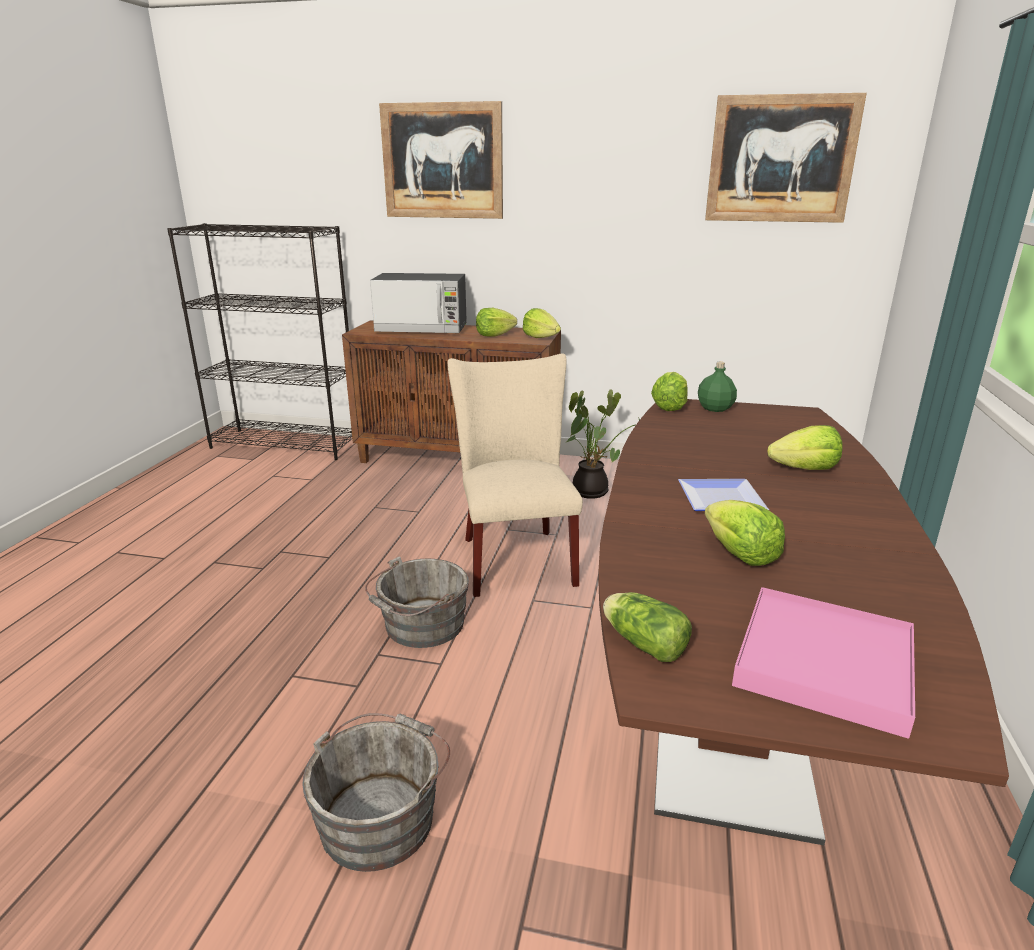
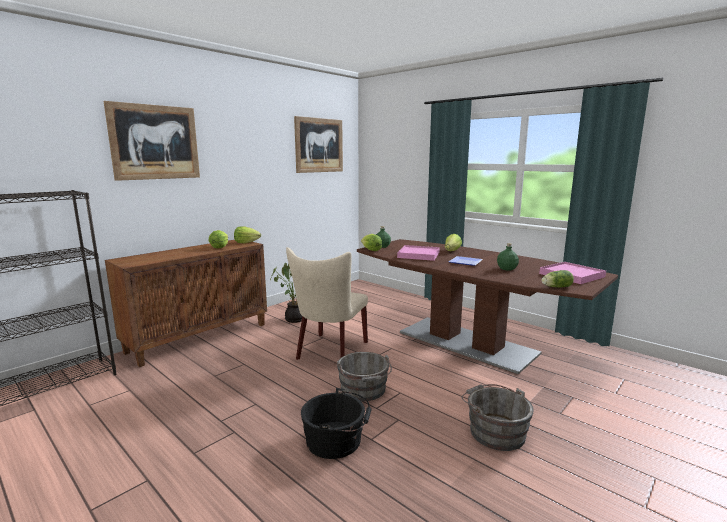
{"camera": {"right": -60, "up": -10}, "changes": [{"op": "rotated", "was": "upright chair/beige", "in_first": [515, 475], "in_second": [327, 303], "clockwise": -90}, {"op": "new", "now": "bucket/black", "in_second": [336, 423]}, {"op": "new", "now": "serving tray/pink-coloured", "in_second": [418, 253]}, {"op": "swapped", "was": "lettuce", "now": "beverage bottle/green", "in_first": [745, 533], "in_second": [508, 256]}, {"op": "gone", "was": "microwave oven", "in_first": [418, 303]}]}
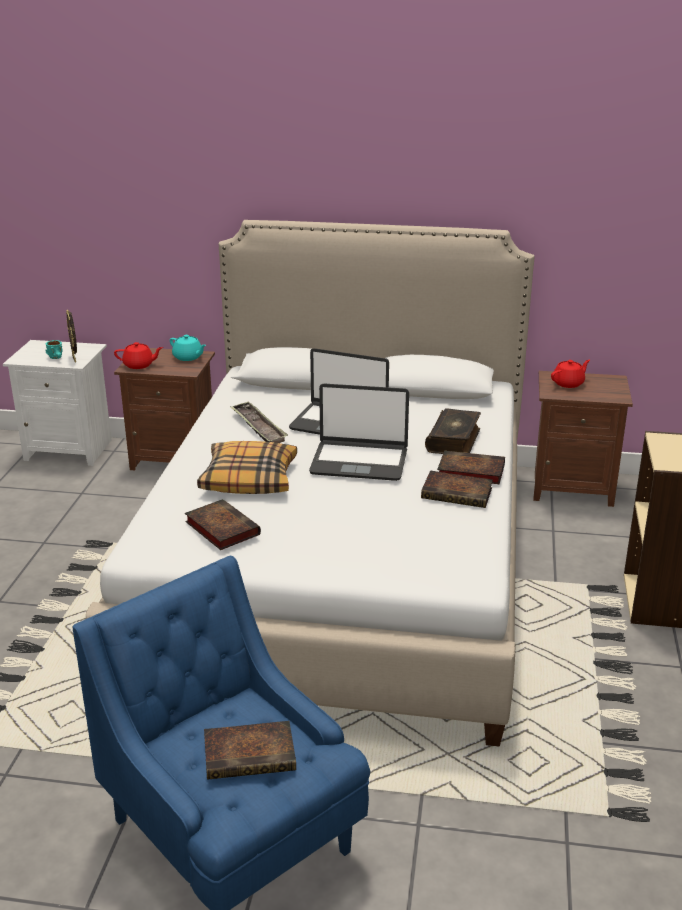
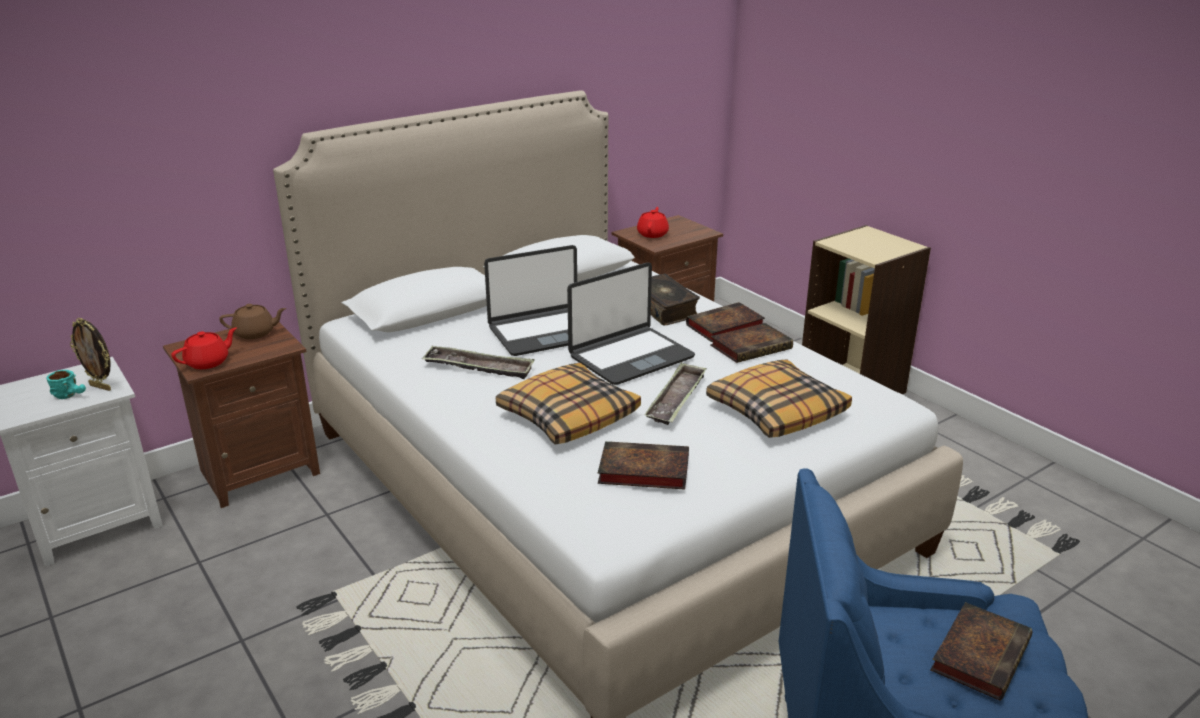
{"camera": {"right": -45, "up": 0}, "changes": [{"op": "repainted", "was": "tea pot/turquoise", "now": "tea pot/brown", "in_first": [188, 348], "in_second": [252, 321]}, {"op": "new", "now": "serving tray", "in_second": [675, 393]}, {"op": "new", "now": "pillow", "in_second": [779, 398]}]}
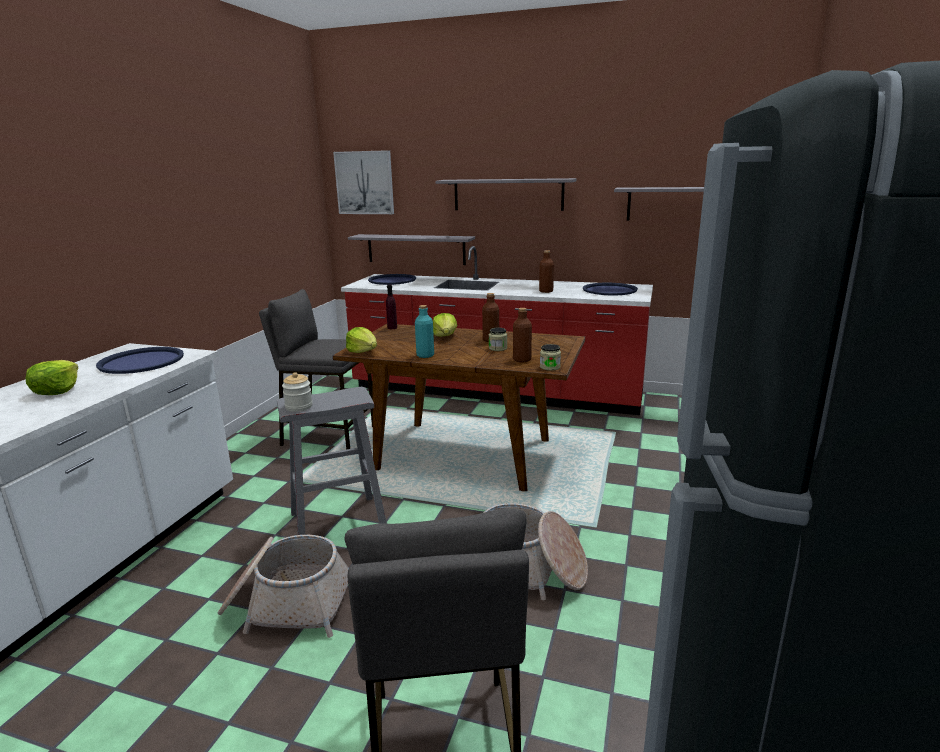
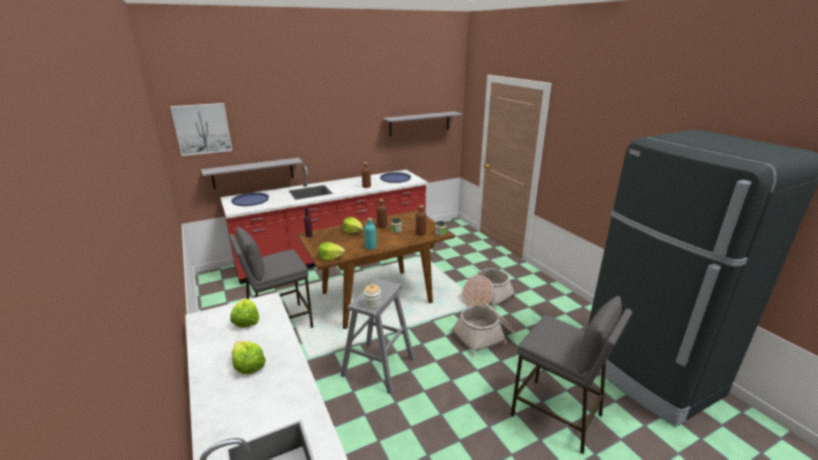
{"camera": {"right": -45, "up": 5}, "changes": [{"op": "swapped", "was": "serving tray/blue-coloured", "now": "lettuce", "in_first": [140, 360], "in_second": [244, 313]}, {"op": "shifted", "was": "household basket", "in_first": [283, 586], "in_second": [489, 288]}, {"op": "gone", "was": "wall shelf/gray", "in_first": [506, 194]}]}
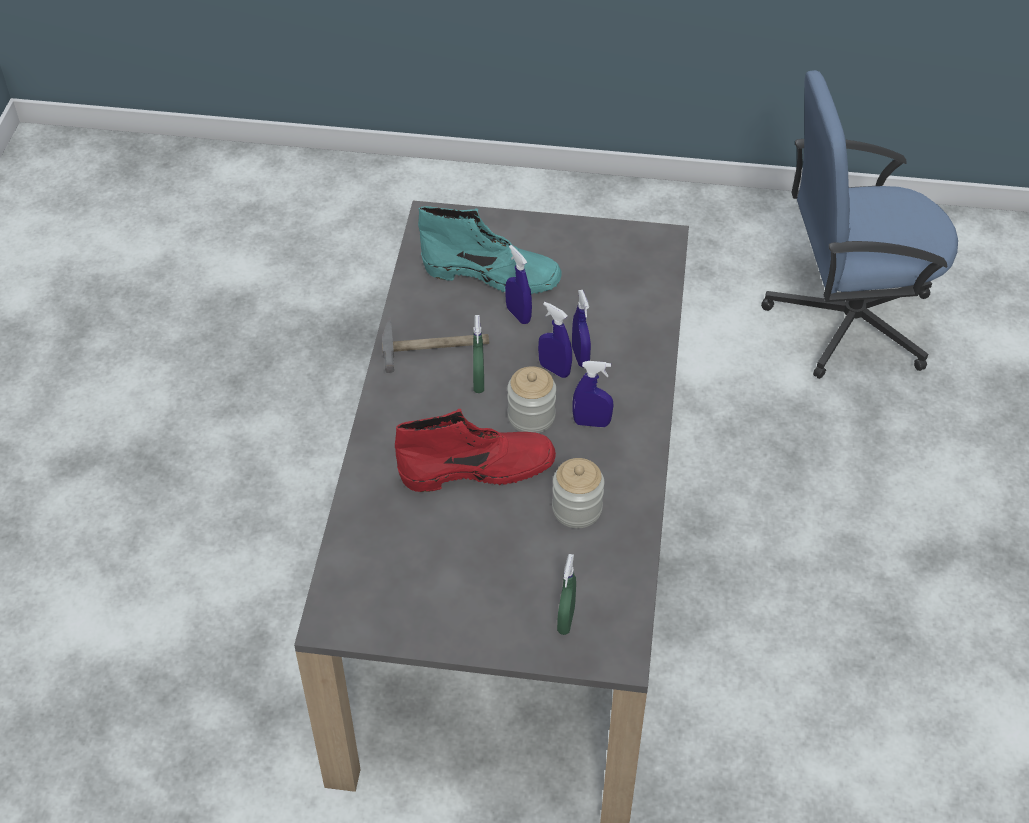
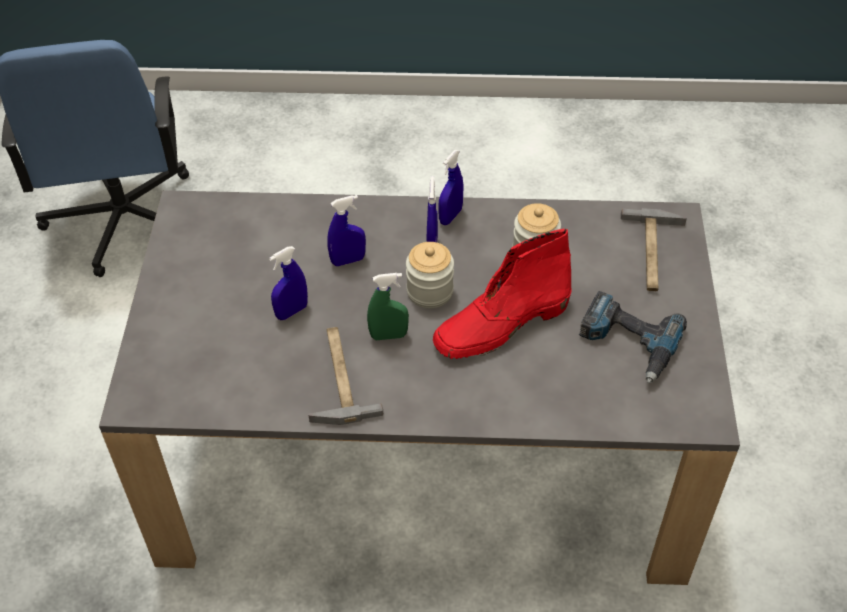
{"camera": {"right": -95, "up": 0}, "changes": [{"op": "rotated", "was": "tall boot/red-coloured", "in_first": [475, 450], "in_second": [502, 294], "clockwise": -105}, {"op": "shifted", "was": "sprayer/blue-coloured", "in_first": [555, 340], "in_second": [451, 187]}, {"op": "new", "now": "drill", "in_second": [633, 337]}, {"op": "swapped", "was": "sprayer/green", "now": "hand hammer", "in_first": [566, 594], "in_second": [654, 249]}, {"op": "gone", "was": "tall boot/turquoise", "in_first": [490, 250]}]}
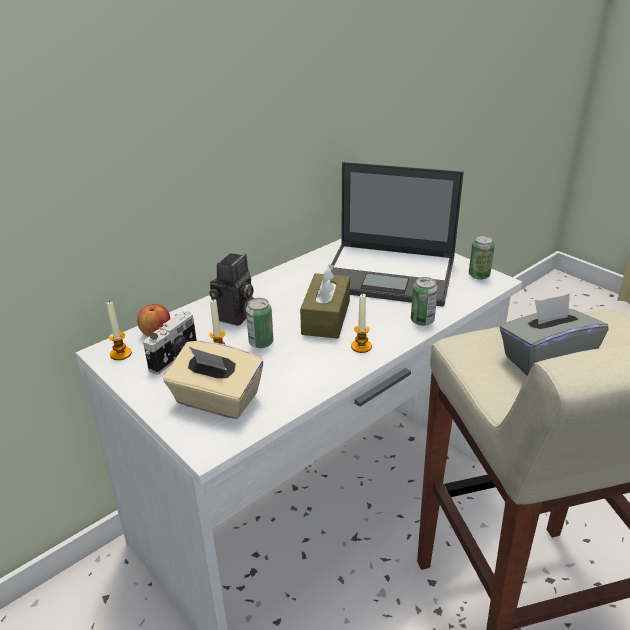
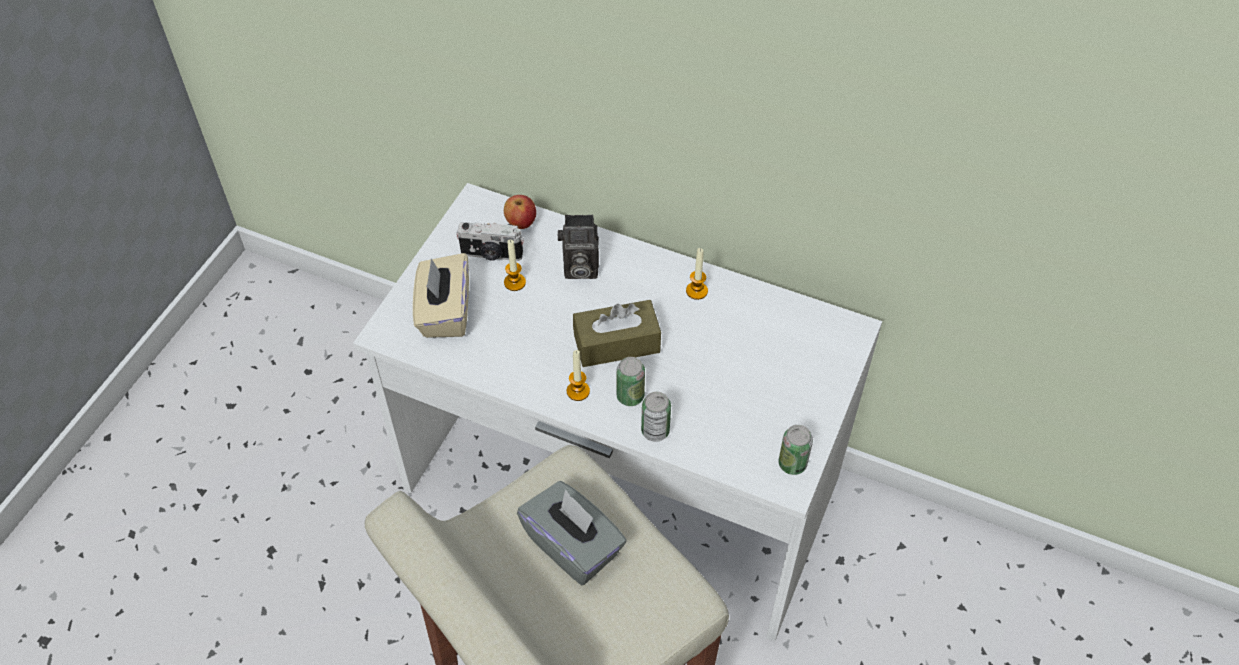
{"camera": {"right": 65, "up": 20}, "changes": [{"op": "shifted", "was": "metal can", "in_first": [259, 323], "in_second": [630, 381]}, {"op": "shifted", "was": "wax candle", "in_first": [119, 330], "in_second": [697, 274]}, {"op": "gone", "was": "notebook computer", "in_first": [397, 234]}]}
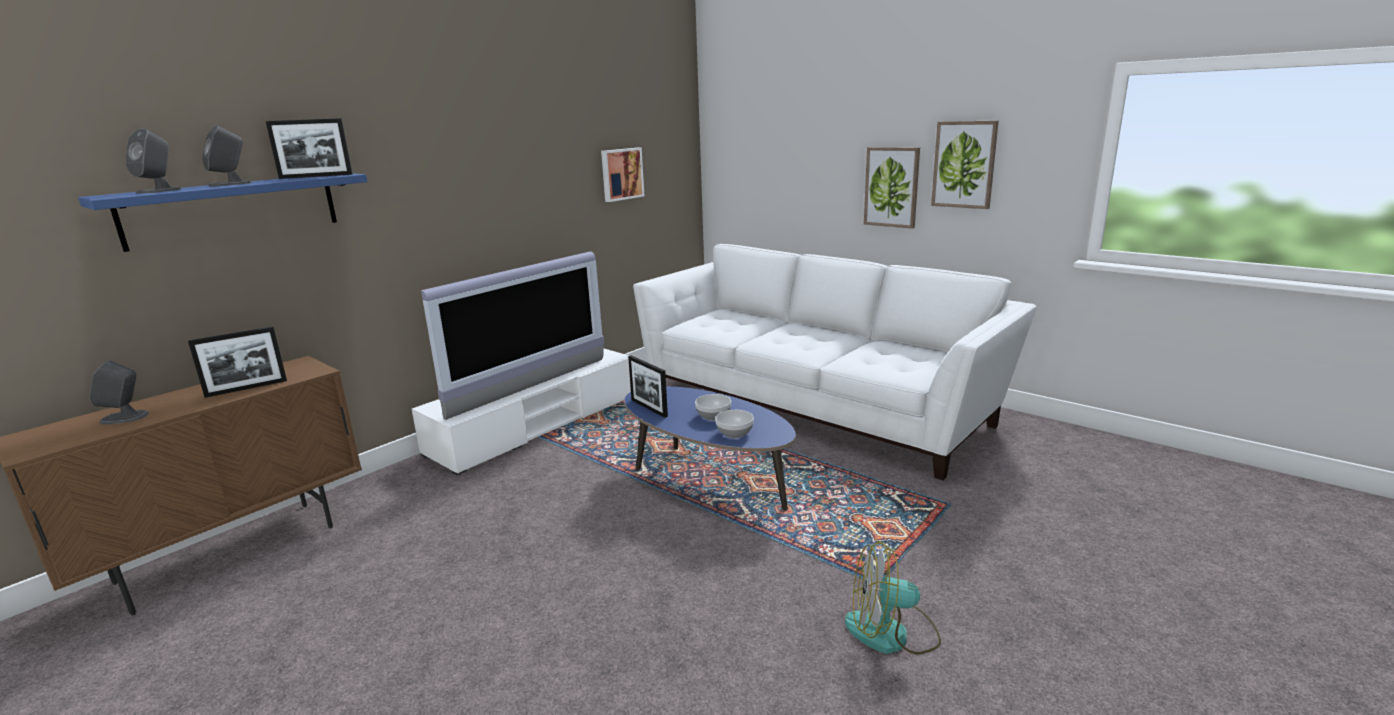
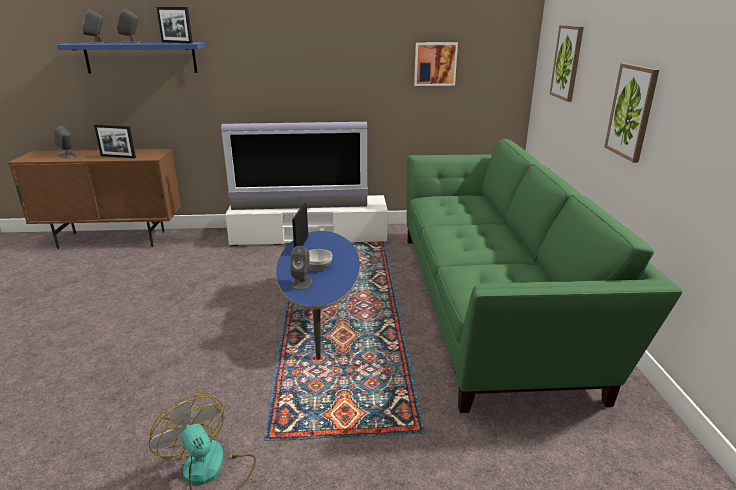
{"camera": {"right": 45, "up": 5}, "changes": [{"op": "swapped", "was": "deep dish", "now": "audio speaker/gray", "in_first": [734, 424], "in_second": [301, 268]}, {"op": "repainted", "was": "sofa/whitish", "now": "sofa/green", "in_first": [835, 362], "in_second": [545, 276]}, {"op": "shifted", "was": "wall picture", "in_first": [965, 164], "in_second": [567, 63]}]}
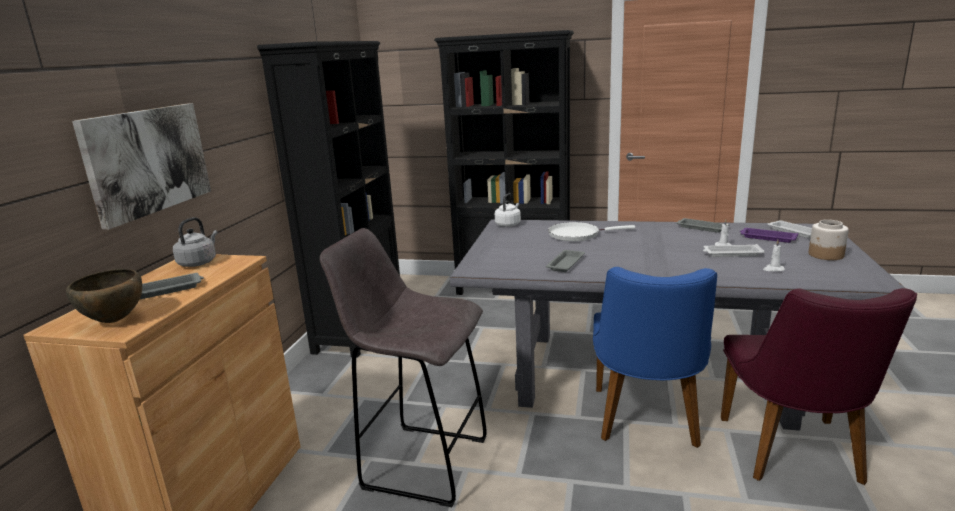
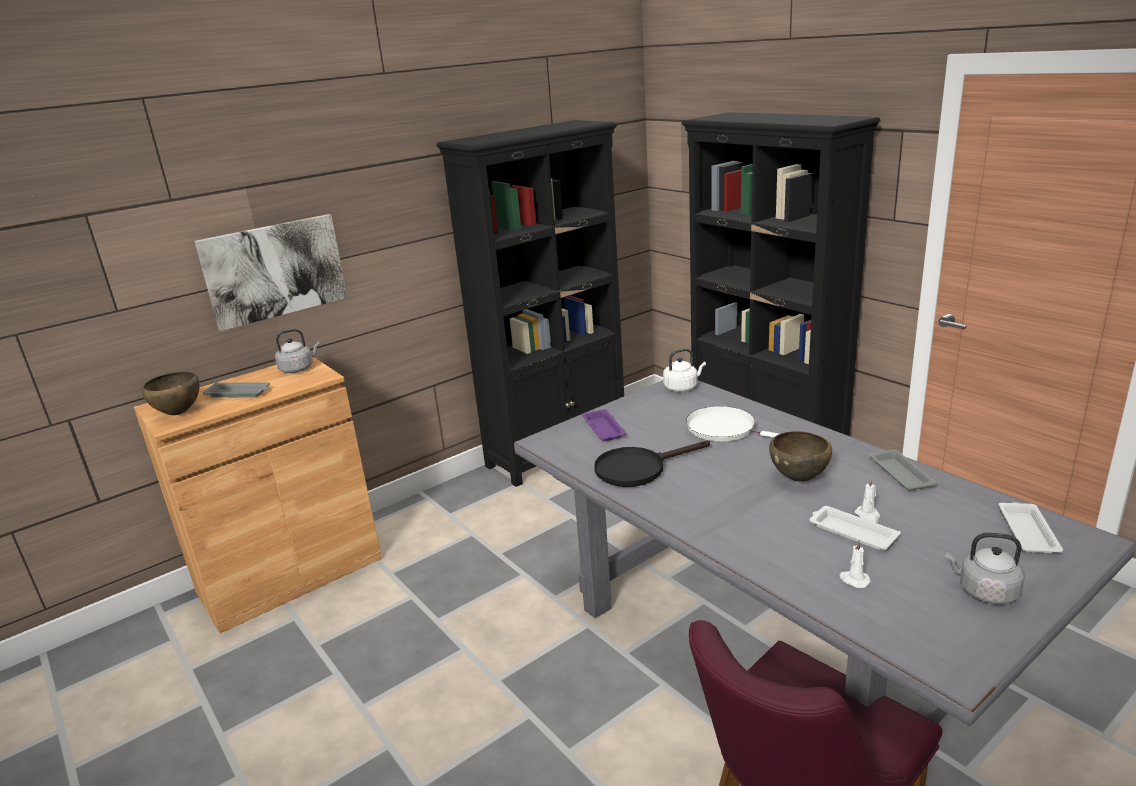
{"camera": {"right": 40, "up": 5}, "changes": [{"op": "shifted", "was": "serving tray/purplish", "in_first": [769, 235], "in_second": [604, 425]}, {"op": "swapped", "was": "serving tray/gray", "now": "frying pan/black", "in_first": [565, 261], "in_second": [652, 464]}, {"op": "new", "now": "deep dish/brown", "in_second": [800, 456]}, {"op": "swapped", "was": "storage jar", "now": "water kettle/gray", "in_first": [828, 240], "in_second": [985, 568]}, {"op": "gone", "was": "stool seat/gray", "in_first": [403, 367]}, {"op": "gone", "was": "upright chair/blue-coloured", "in_first": [655, 357]}]}
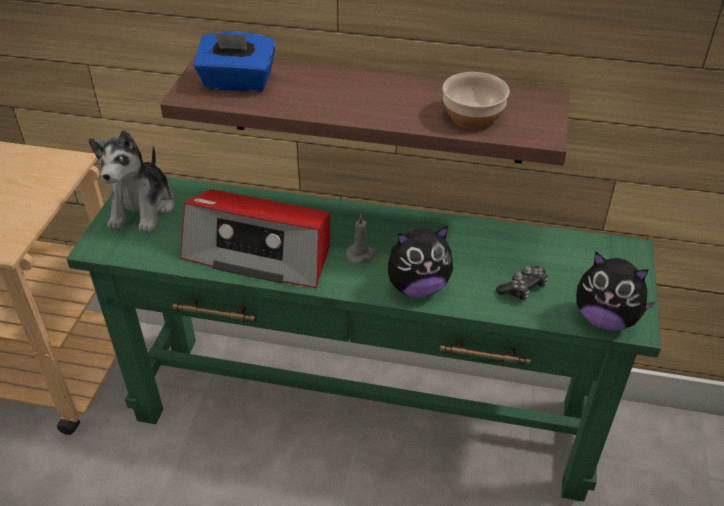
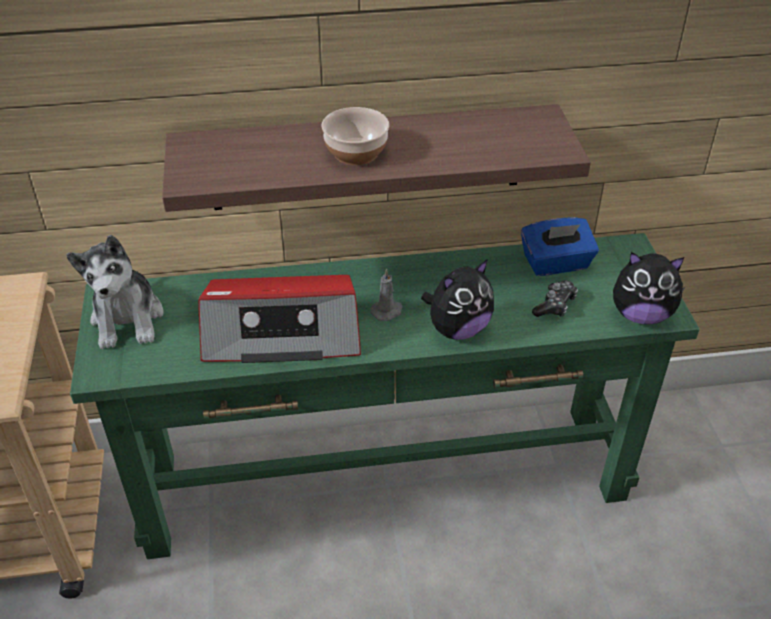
{"camera": {"right": -20, "up": 0}, "changes": [{"op": "shifted", "was": "deep dish", "in_first": [476, 100], "in_second": [355, 136]}, {"op": "shifted", "was": "tissue holder/blue-coloured", "in_first": [234, 62], "in_second": [560, 246]}]}
